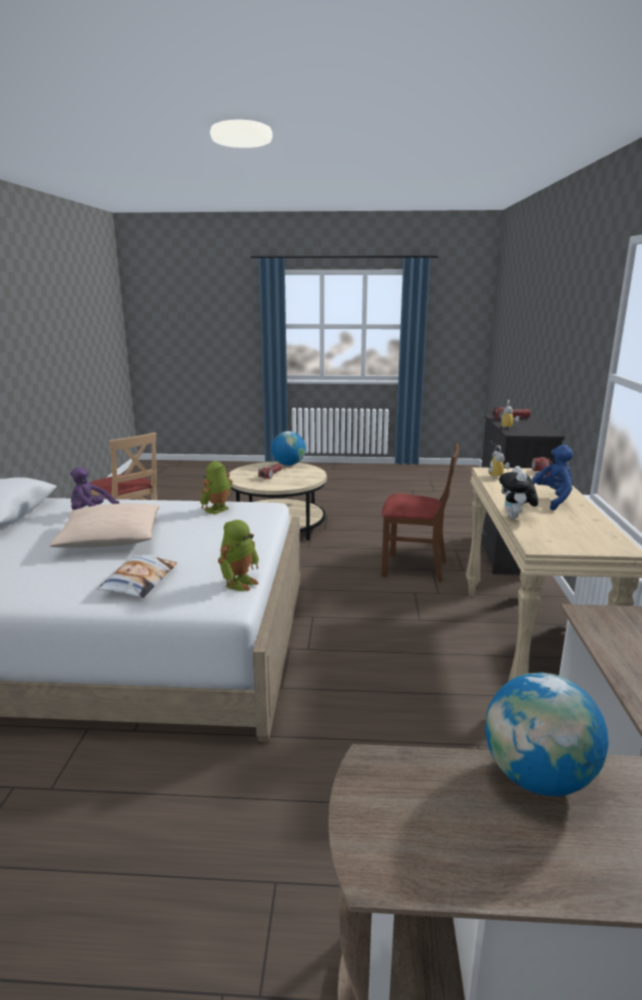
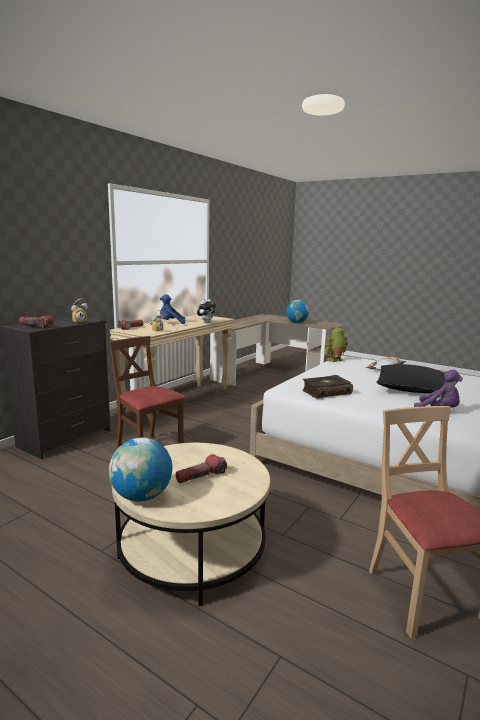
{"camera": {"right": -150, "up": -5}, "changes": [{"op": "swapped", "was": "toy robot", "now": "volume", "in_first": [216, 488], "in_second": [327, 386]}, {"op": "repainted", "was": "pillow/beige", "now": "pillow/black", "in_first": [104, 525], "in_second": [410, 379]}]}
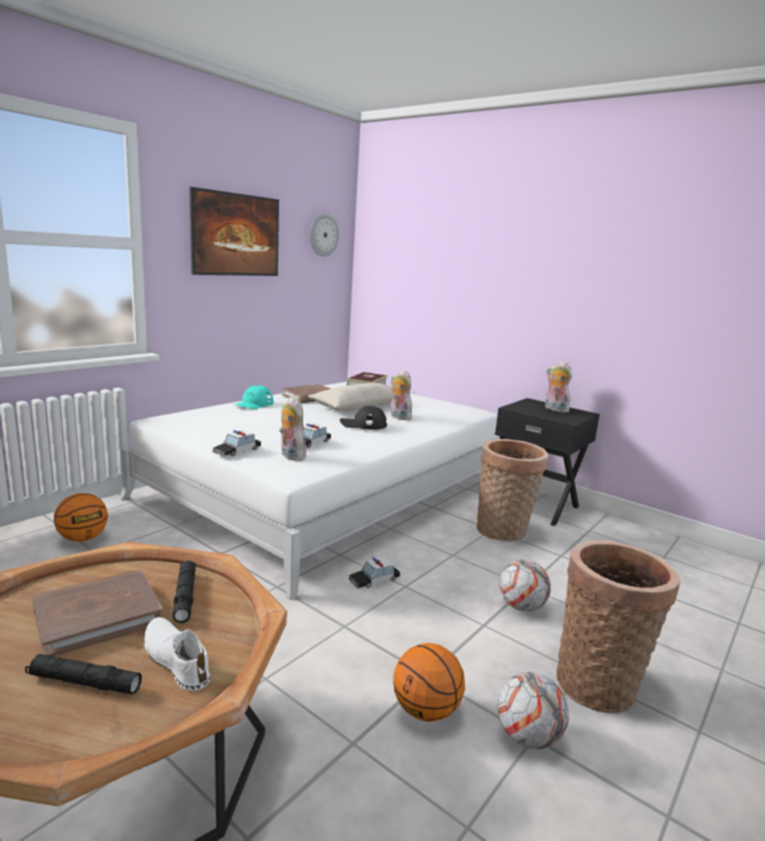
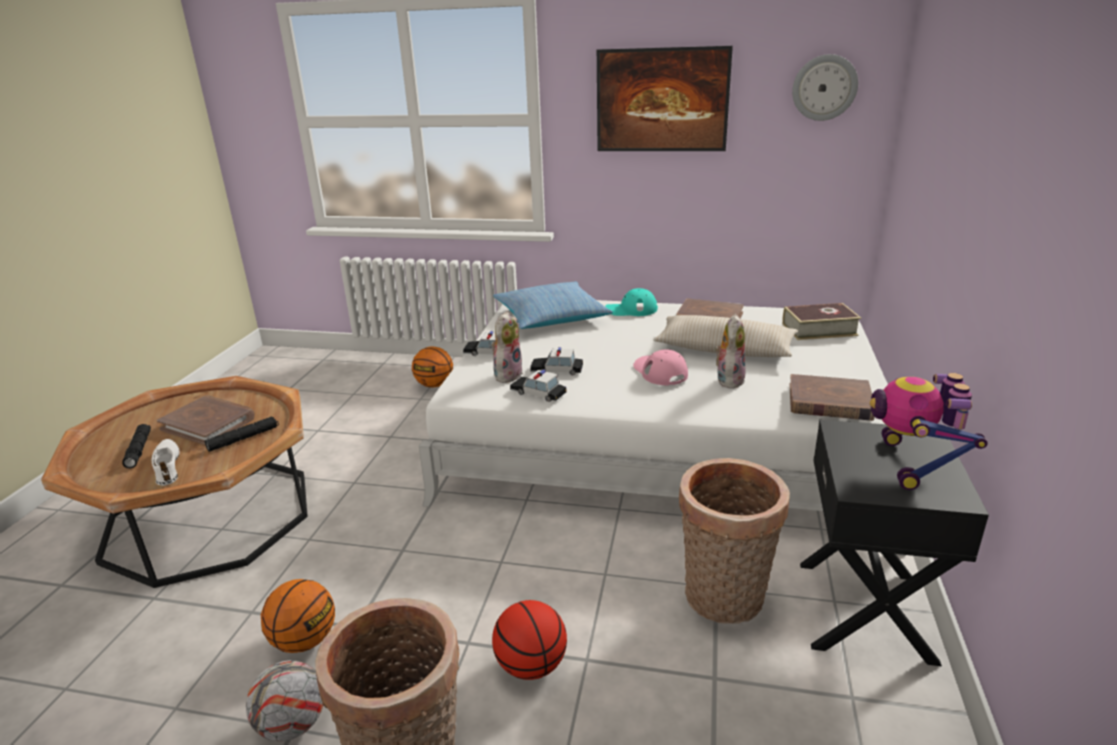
{"camera": {"right": 65, "up": 10}, "changes": [{"op": "rotated", "was": "item of footwear/whitish", "in_first": [177, 654], "in_second": [165, 462], "clockwise": -45}, {"op": "swapped", "was": "ball for football", "now": "basketball ball", "in_first": [525, 586], "in_second": [529, 640]}, {"op": "new", "now": "pillow", "in_second": [553, 305]}, {"op": "shifted", "was": "model car", "in_first": [374, 572], "in_second": [538, 386]}, {"op": "repainted", "was": "peaked cap/black", "now": "peaked cap/pink-coloured", "in_first": [363, 418], "in_second": [660, 367]}, {"op": "new", "now": "volume/brown", "in_second": [832, 397]}, {"op": "swapped", "was": "cuddly toy", "now": "toy robot", "in_first": [558, 387], "in_second": [929, 431]}]}
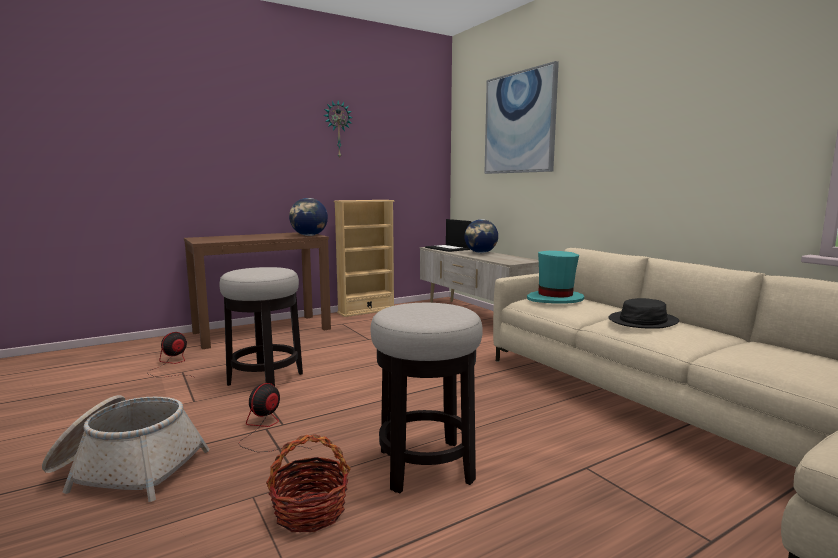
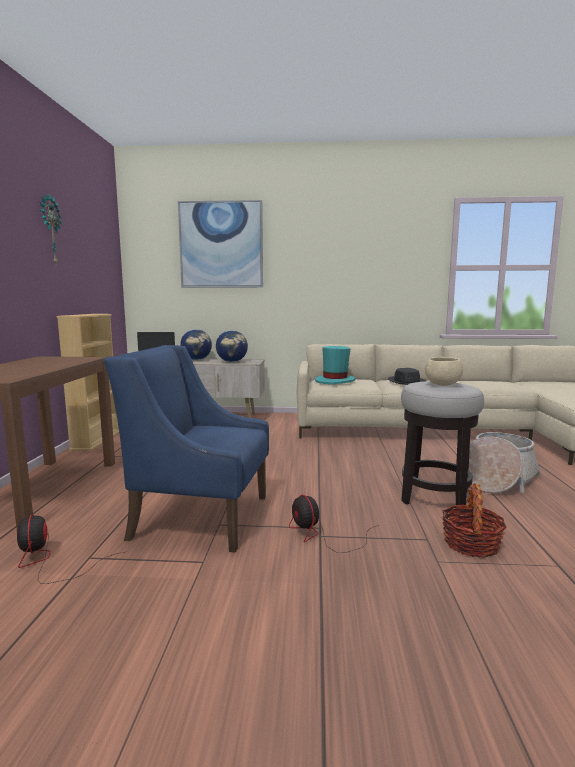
{"camera": {"right": -55, "up": 0}, "changes": [{"op": "swapped", "was": "stool seat", "now": "armchair/blue-coloured", "in_first": [261, 326], "in_second": [186, 449]}, {"op": "shifted", "was": "world globe", "in_first": [308, 217], "in_second": [232, 346]}, {"op": "new", "now": "deep dish/beige", "in_second": [444, 371]}, {"op": "shifted", "was": "household basket", "in_first": [126, 448], "in_second": [505, 462]}]}
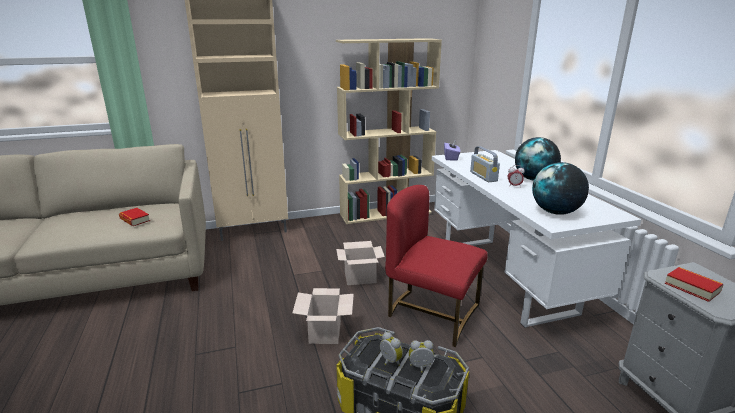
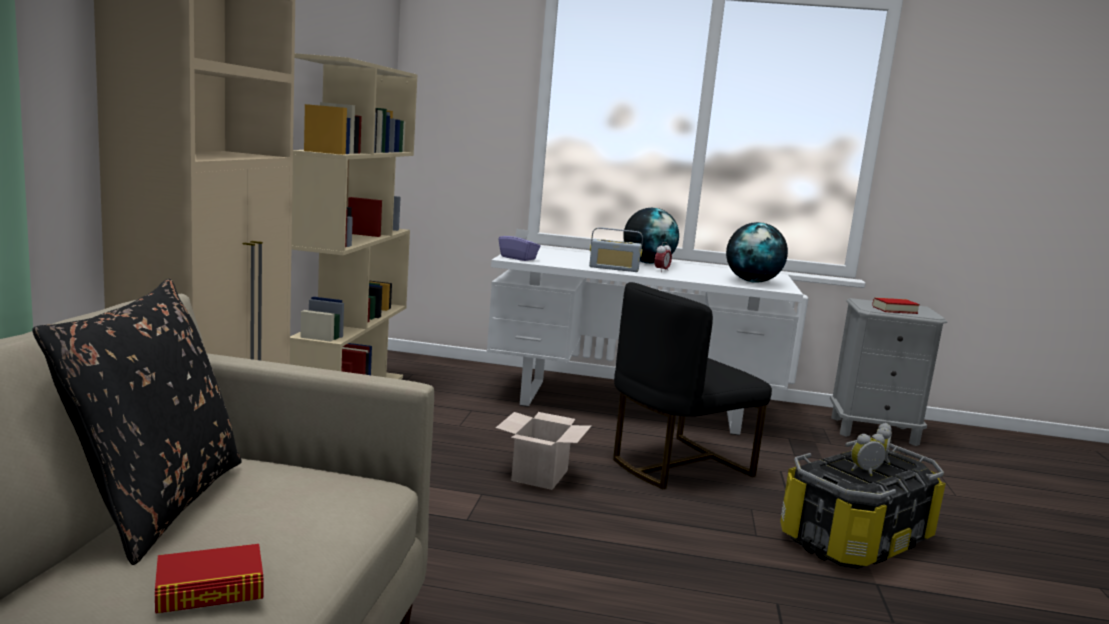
{"camera": {"right": -65, "up": -10}, "changes": [{"op": "new", "now": "pillow/black", "in_second": [137, 422]}, {"op": "shifted", "was": "volume", "in_first": [134, 217], "in_second": [209, 579]}, {"op": "repainted", "was": "upright chair/red-coloured", "now": "upright chair/black", "in_first": [436, 266], "in_second": [692, 385]}, {"op": "gone", "was": "packing box", "in_first": [323, 316]}]}
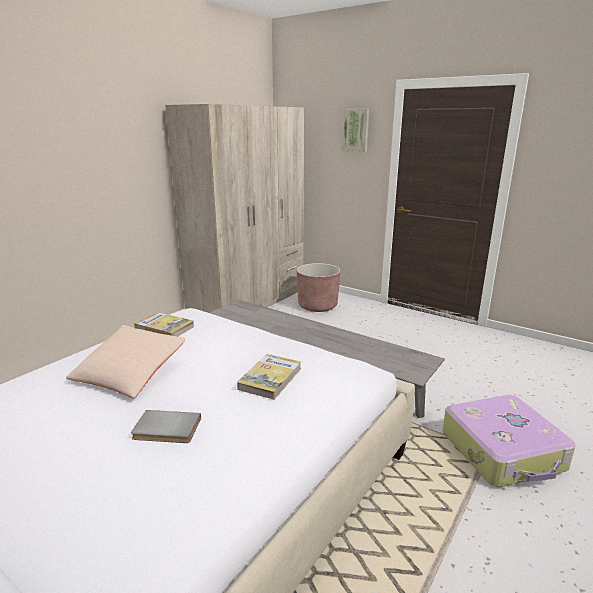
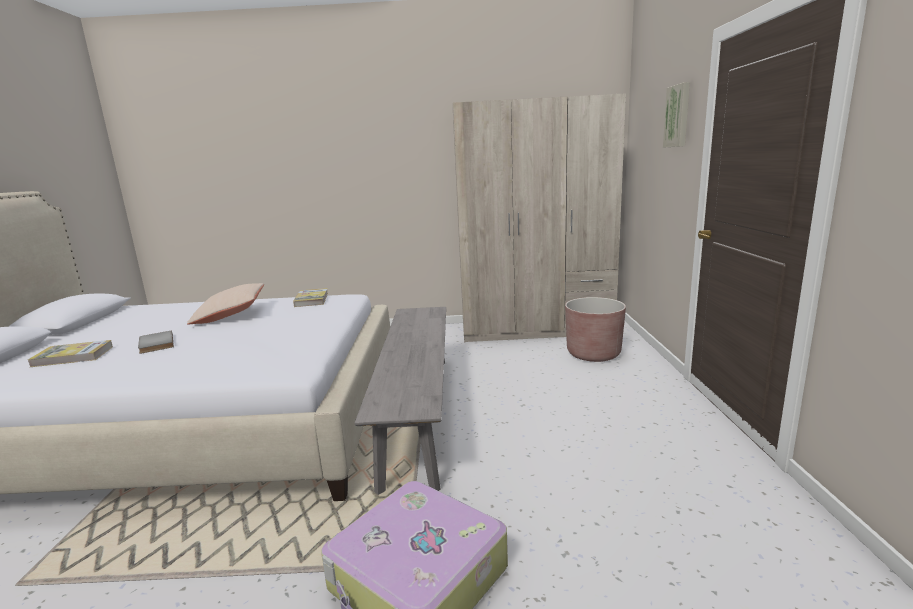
{"camera": {"right": 55, "up": -5}, "changes": [{"op": "shifted", "was": "volume", "in_first": [269, 377], "in_second": [70, 353]}]}
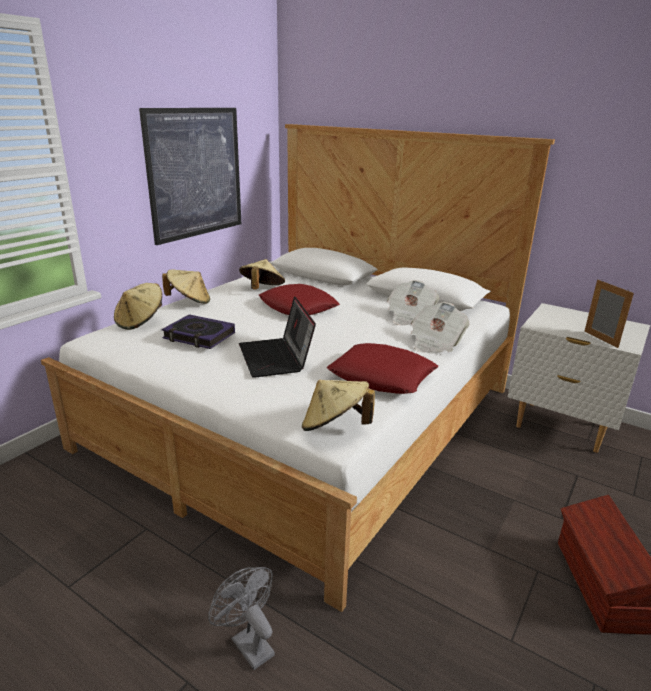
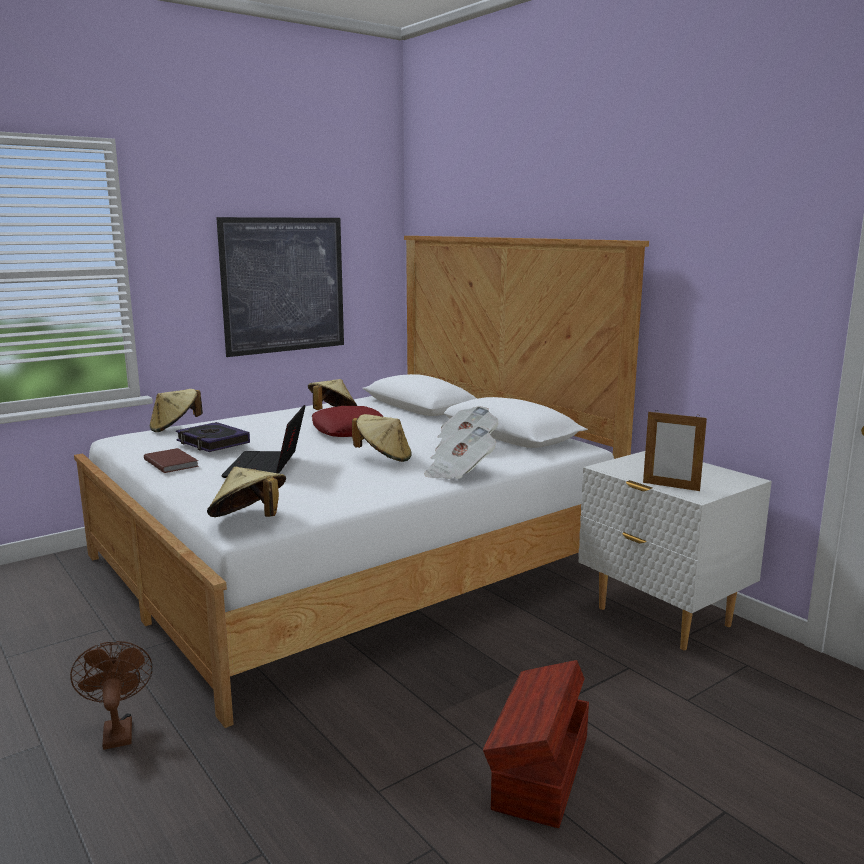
{"camera": {"right": 20, "up": -10}, "changes": [{"op": "repainted", "was": "fan/gray", "now": "fan/brown", "in_first": [241, 618], "in_second": [111, 695]}, {"op": "new", "now": "volume/brown", "in_second": [171, 460]}, {"op": "shifted", "was": "wearable hat/beige", "in_first": [186, 286], "in_second": [382, 438]}, {"op": "rotated", "was": "photo frame", "in_first": [609, 313], "in_second": [675, 451], "clockwise": 120}, {"op": "gone", "was": "pillow/red-coloured", "in_first": [382, 368]}]}
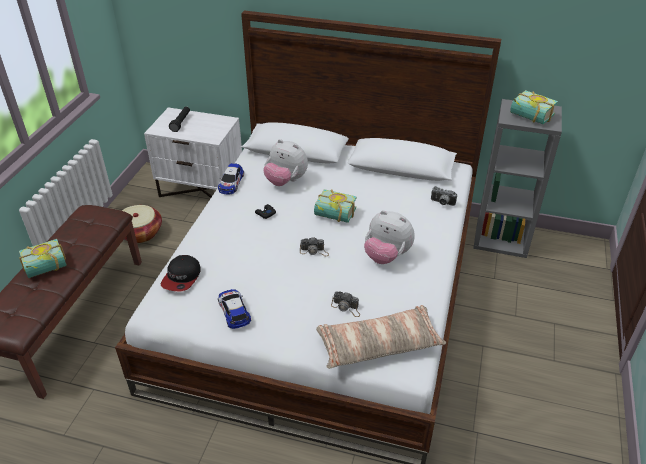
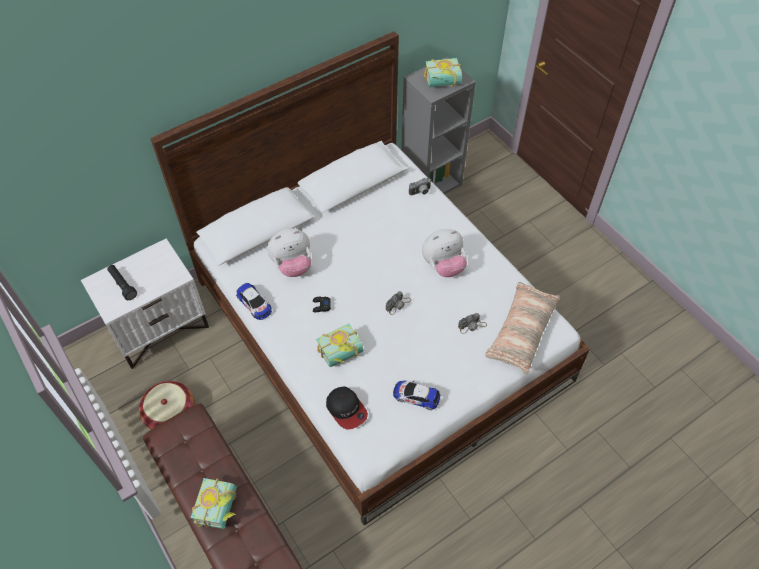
{"camera": {"right": -50, "up": 15}, "changes": [{"op": "shifted", "was": "volume", "in_first": [335, 206], "in_second": [339, 345]}]}
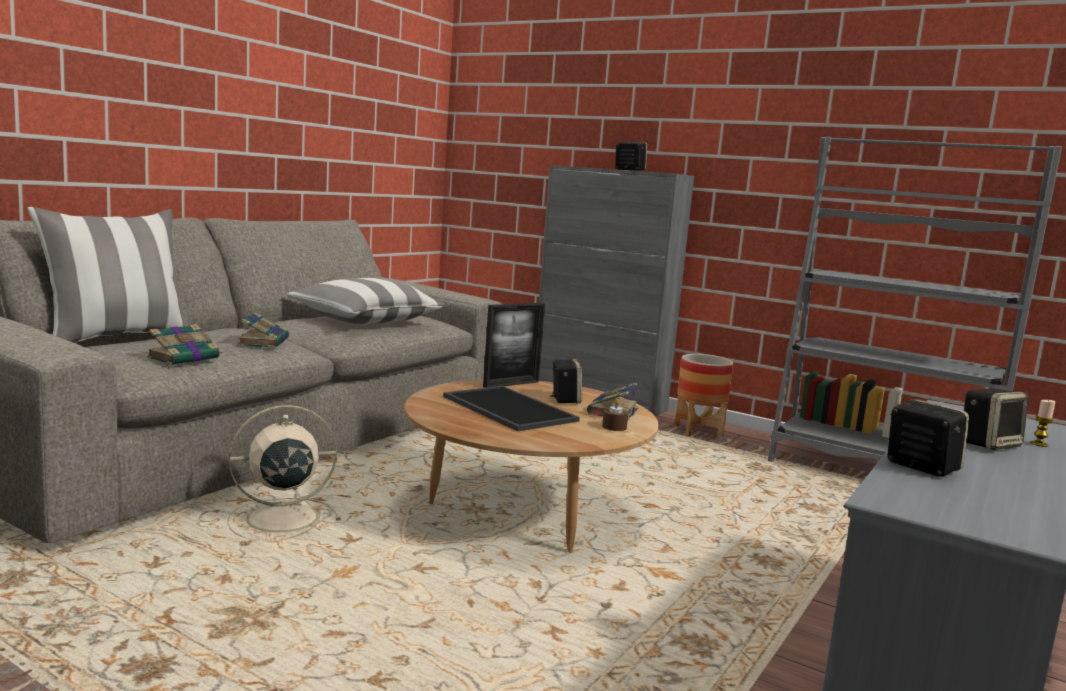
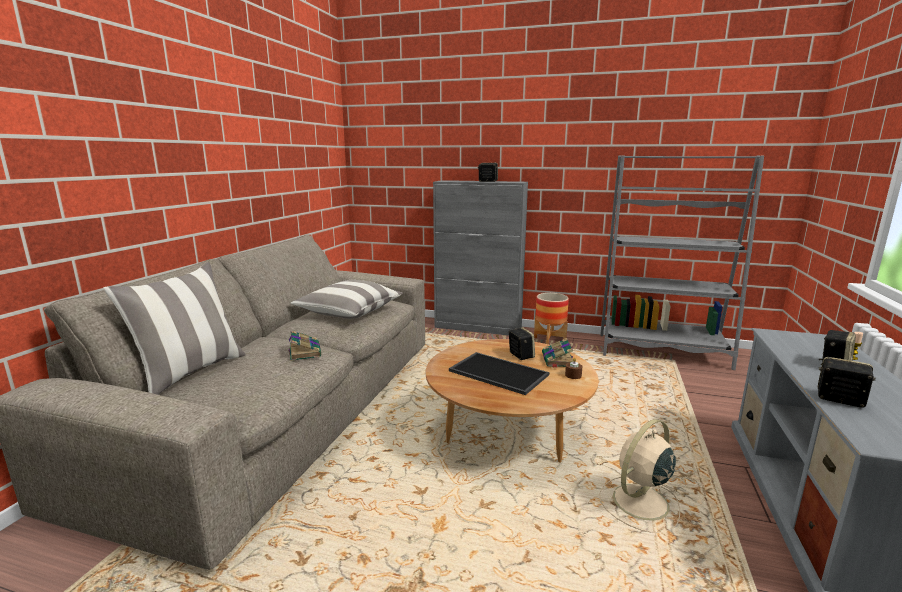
{"camera": {"right": -15, "up": 5}, "changes": [{"op": "shifted", "was": "fan/beige", "in_first": [284, 473], "in_second": [639, 476]}, {"op": "gone", "was": "volume", "in_first": [185, 344]}, {"op": "gone", "was": "photo frame", "in_first": [514, 345]}]}
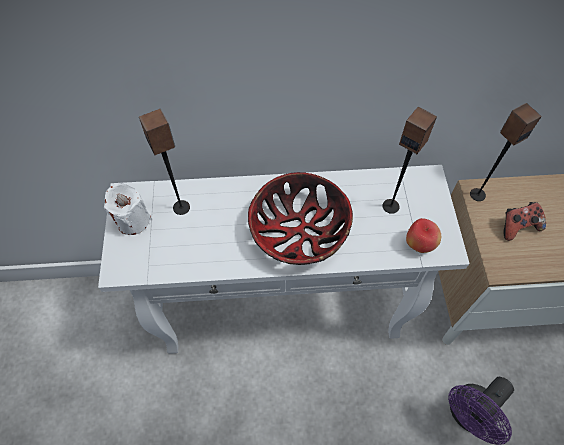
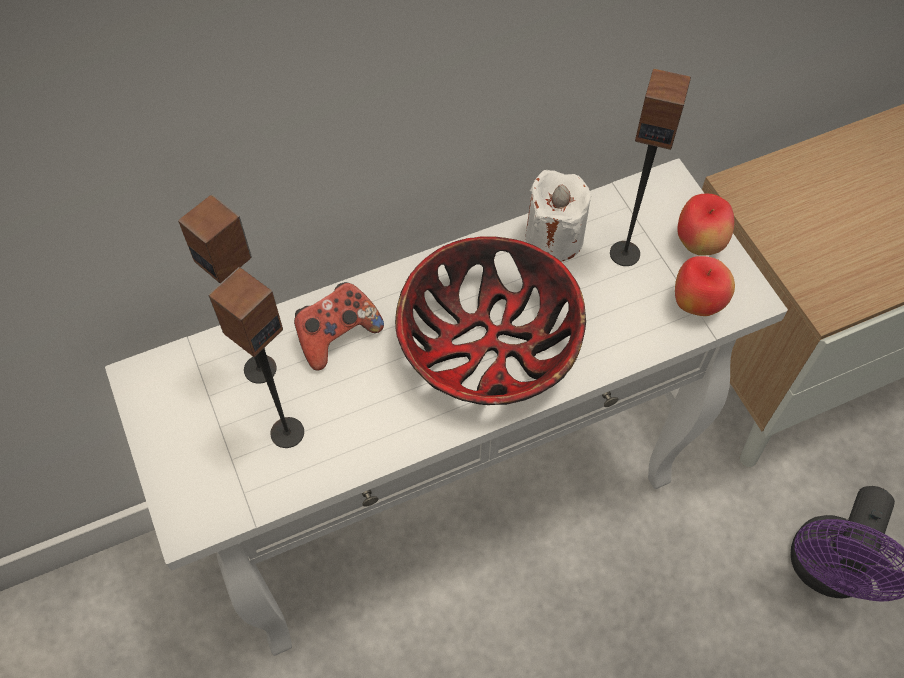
{"camera": {"right": -20, "up": 0}, "changes": [{"op": "shifted", "was": "audio speaker", "in_first": [505, 152], "in_second": [256, 357]}, {"op": "shifted", "was": "game controller", "in_first": [525, 221], "in_second": [339, 326]}, {"op": "shifted", "was": "wax candle/whitish", "in_first": [127, 209], "in_second": [558, 215]}, {"op": "new", "now": "apple fruit", "in_second": [705, 225]}]}
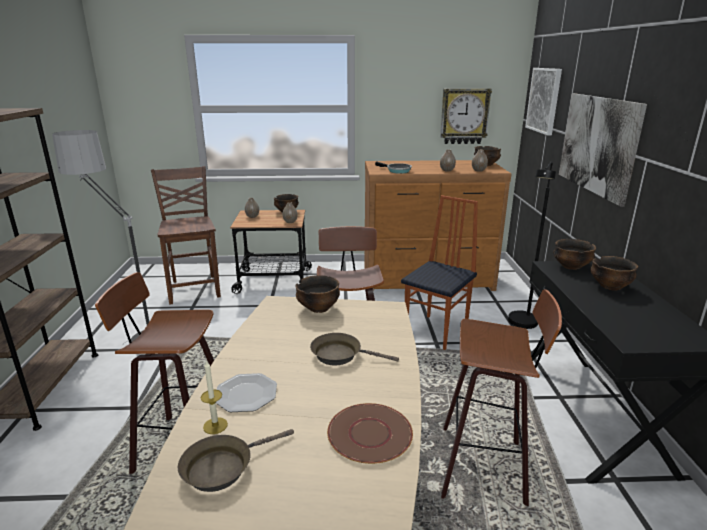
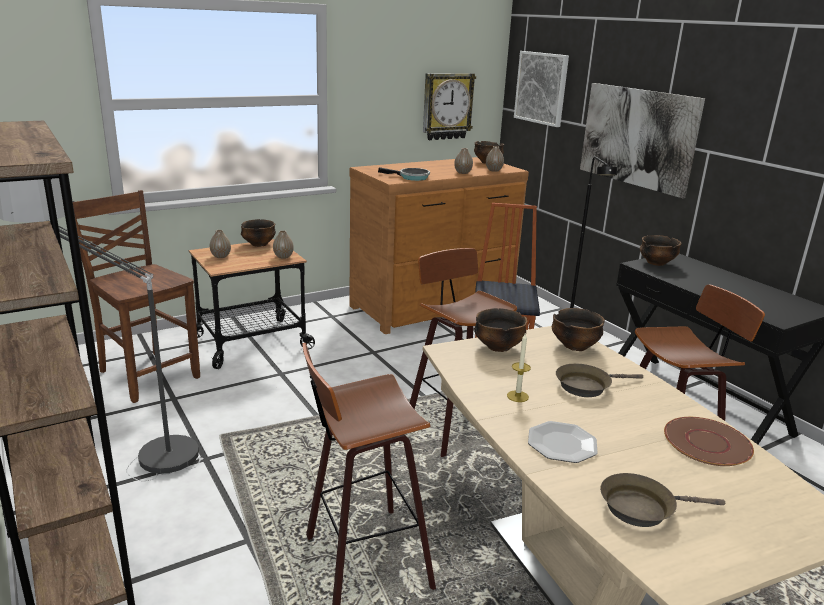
{"camera": {"right": -30, "up": 0}, "changes": [{"op": "shifted", "was": "wax candle", "in_first": [214, 397], "in_second": [519, 367]}, {"op": "shifted", "was": "deep dish", "in_first": [614, 273], "in_second": [578, 329]}, {"op": "rotated", "was": "frying pan/brown", "in_first": [235, 460], "in_second": [662, 500], "clockwise": 60}]}
